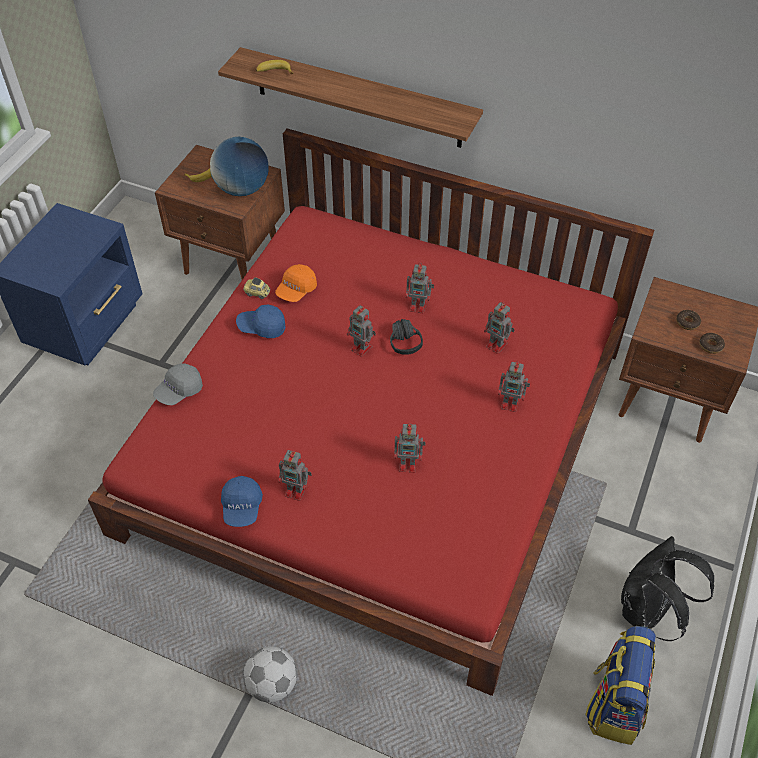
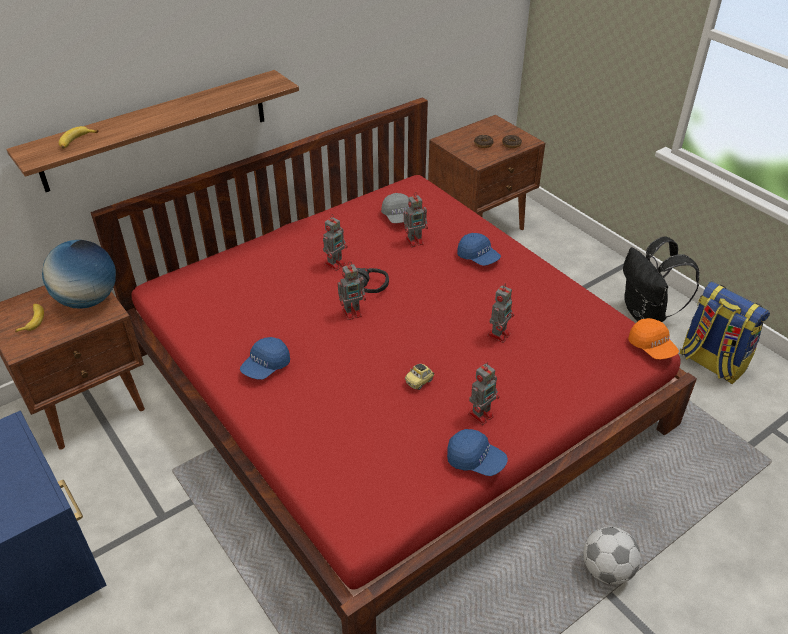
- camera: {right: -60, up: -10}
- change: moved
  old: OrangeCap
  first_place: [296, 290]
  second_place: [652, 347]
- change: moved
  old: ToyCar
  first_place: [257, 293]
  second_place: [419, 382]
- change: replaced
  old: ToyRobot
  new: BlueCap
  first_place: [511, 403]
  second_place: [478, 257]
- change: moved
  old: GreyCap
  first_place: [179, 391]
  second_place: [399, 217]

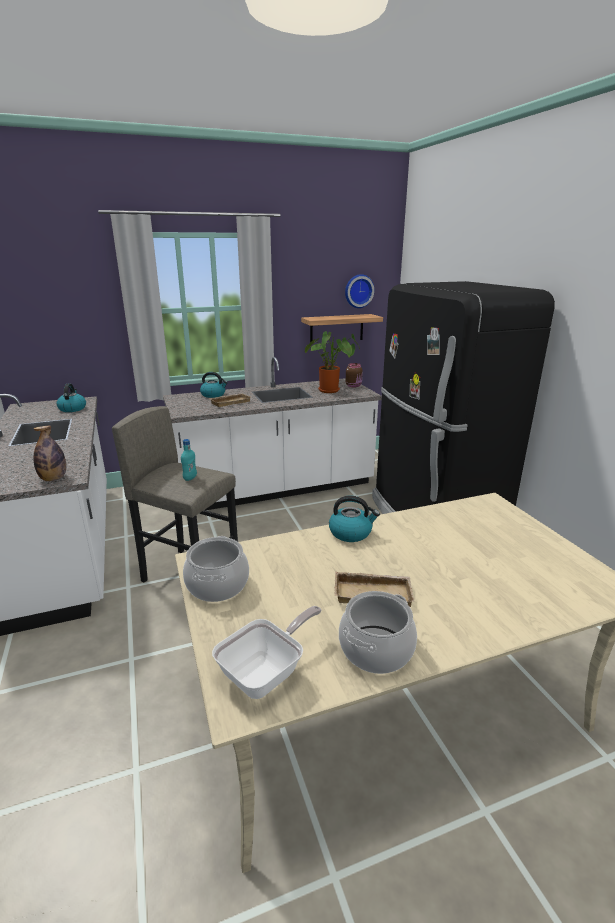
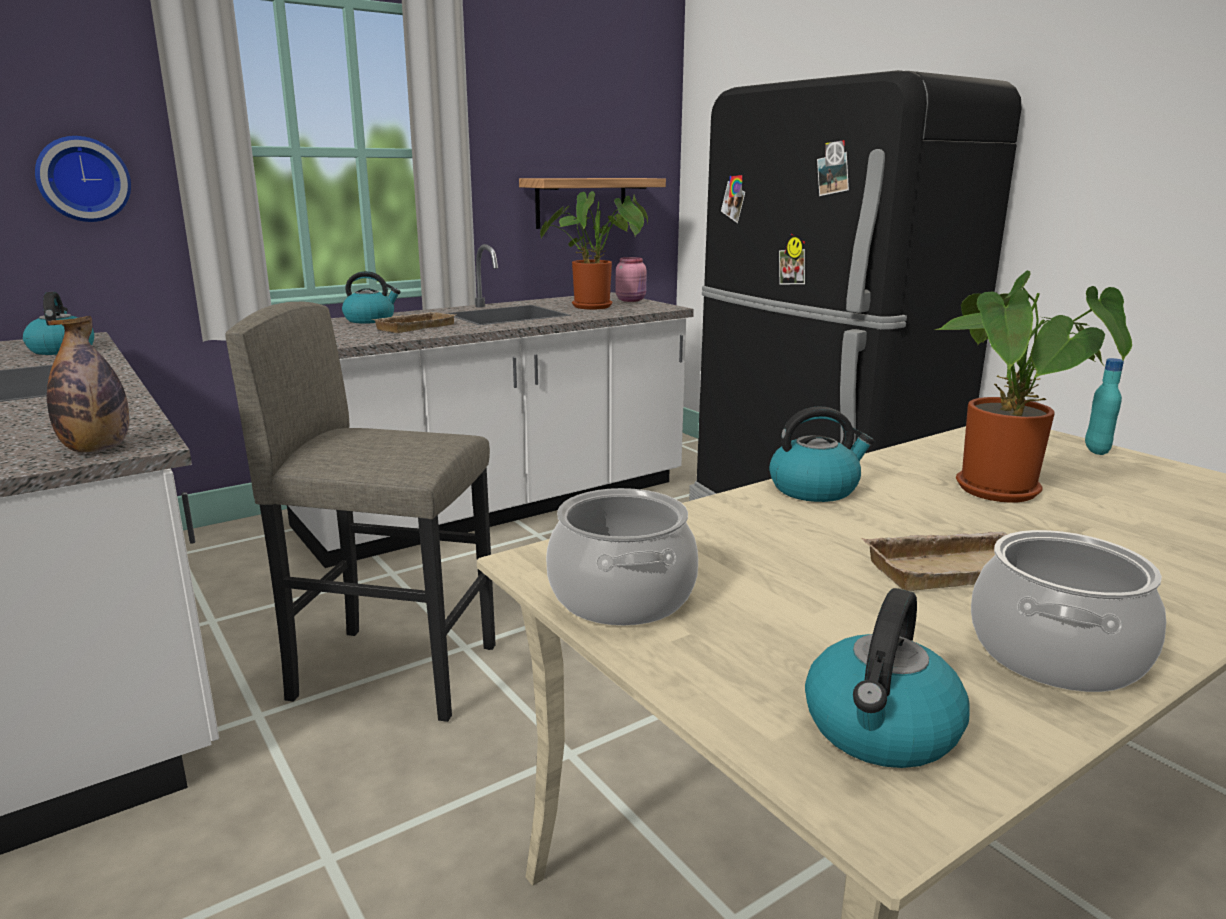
- camera: {right: -15, up: -5}
- change: moved
  old: WallClock
  first_place: [358, 291]
  second_place: [83, 179]
- change: recoloured
  old: BrownJar
  new: PinkJar
  first_place: [354, 386]
  second_place: [631, 300]
- change: moved
  old: TurquoiseBottle
  first_place: [190, 478]
  second_place: [1096, 450]
- change: replaced
  old: FryingPan
  new: Kettle
  first_place: [267, 673]
  second_place: [881, 730]
- change: added
  new: PottedPlant
  second_place: [1004, 493]

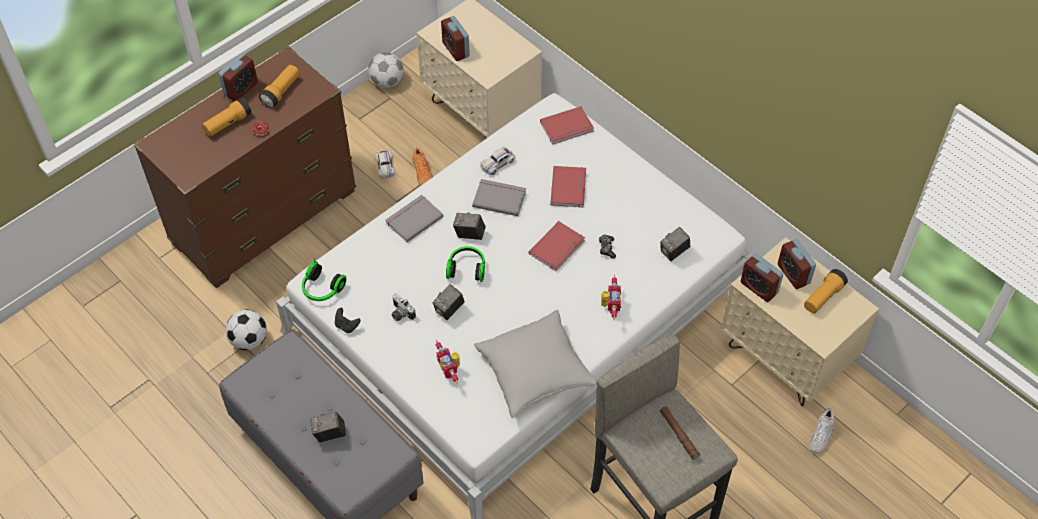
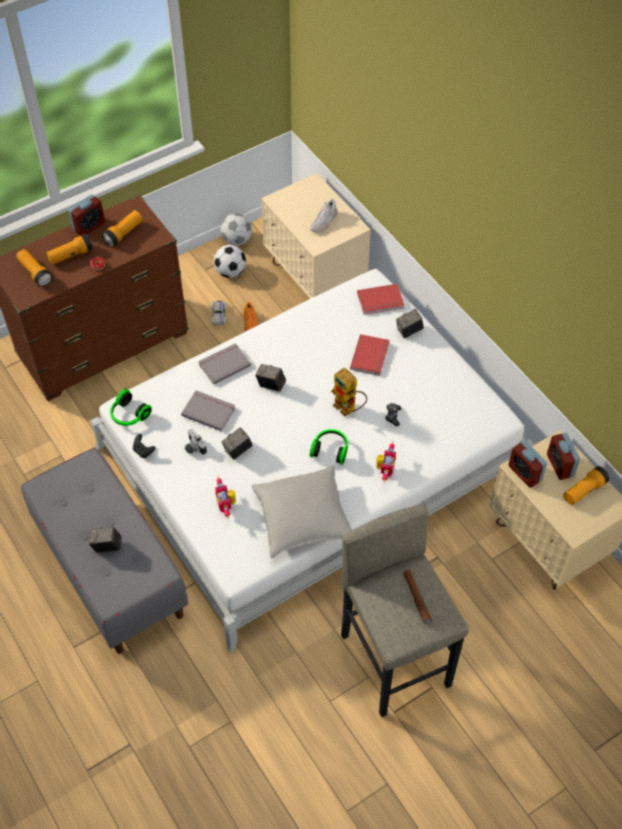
- camera: {right: 10, up: 0}
- change: removed
  old: AlarmClock
  first_place: [456, 49]
- change: removed
  old: WhiteToyCar
  first_place: [498, 163]
- change: moved
  old: GreyBook
  first_place: [499, 197]
  second_place: [209, 410]
- change: replaced
  old: RedBook
  new: ToyRobot
  first_place: [558, 248]
  second_place: [348, 409]
- change: moved
  old: PhotoCamera
  first_place: [674, 252]
  second_place: [409, 331]
- change: moved
  old: Headphones
  first_place: [467, 268]
  second_place: [330, 450]
- change: moved
  old: Football
  first_place: [249, 340]
  second_place: [230, 272]
- change: moved
  old: WhiteShoe
  first_place: [821, 435]
  second_place: [324, 222]
- change: added
  new: Flashlight
  second_place: [35, 273]

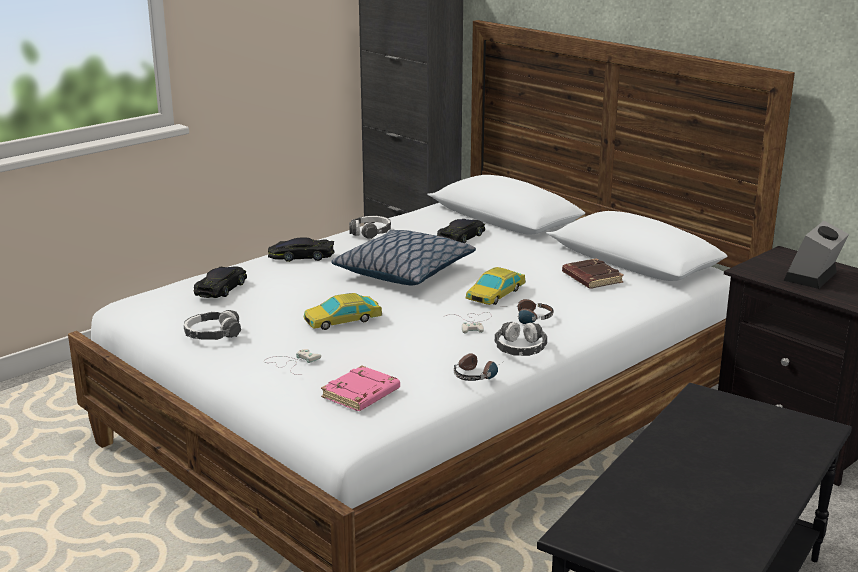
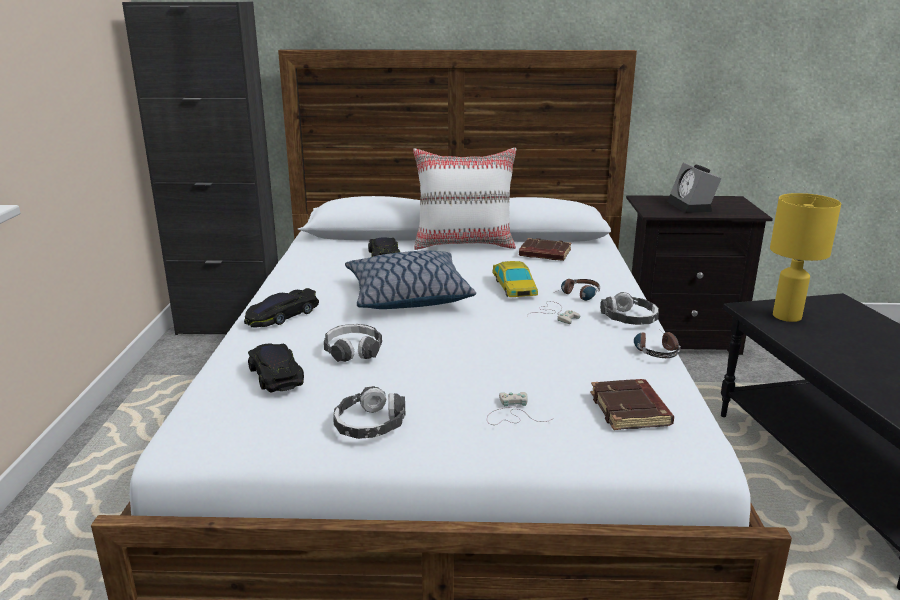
- camera: {right: -45, up: 0}
- change: moved
  old: Headphones
  first_place: [370, 232]
  second_place: [353, 350]
- change: removed
  old: ToyCar
  first_place: [343, 320]
- change: recoloured
  old: PinkBook
  new: BrownBook
  first_place: [361, 395]
  second_place: [631, 410]
- change: added
  new: WhitePillow
  second_place: [464, 244]
- change: added
  new: YellowTableLamp
  second_place: [787, 317]

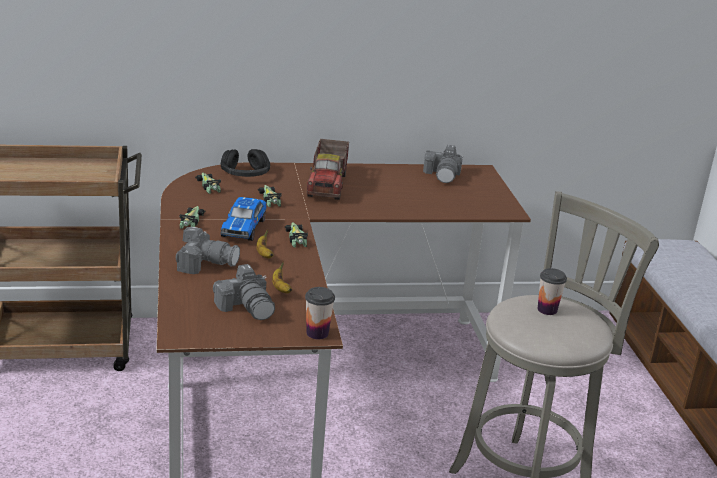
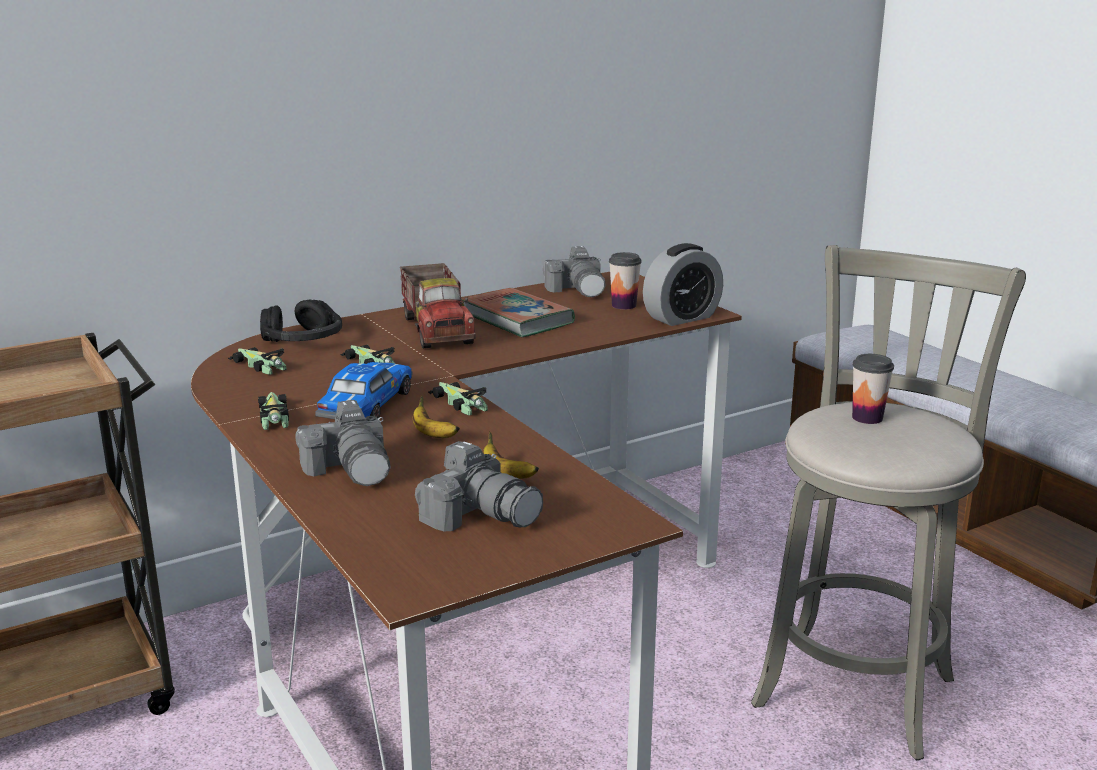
- camera: {right: -20, up: -5}
- change: turned
  old: ToyCar
  first_place: [244, 227]
  second_place: [366, 406]
  degrees: -150
- change: turned
  old: PhotoCamera
  first_place: [205, 263]
  second_place: [351, 468]
  degrees: 75
- change: moved
  old: Cup
  first_place: [317, 333]
  second_place: [624, 305]
- change: added
  new: AlarmClock
  second_place: [681, 318]
- change: added
  new: Book
  second_place: [517, 319]

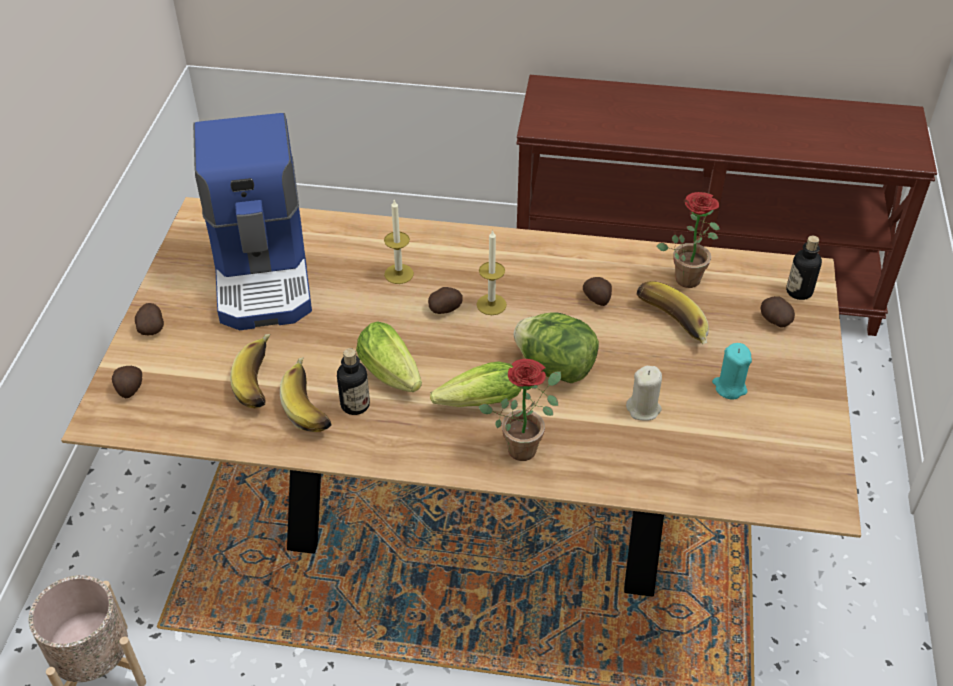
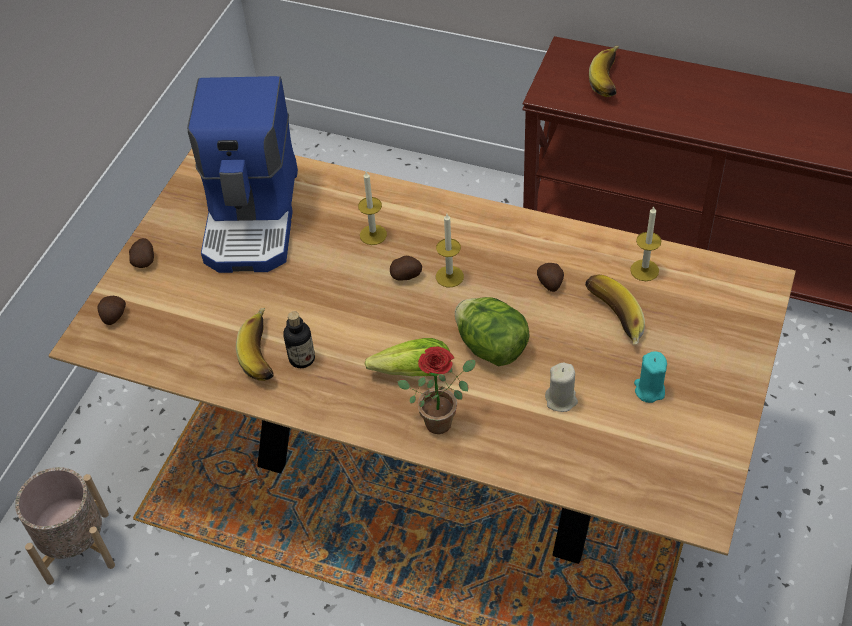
- camera: {right: 15, up: 5}
- change: replaced
  old: PottedPlant
  new: Candle
  first_place: [687, 275]
  second_place: [644, 270]
- change: removed
  old: Bottle
  first_place: [799, 291]
- change: removed
  old: Potato
  first_place: [774, 320]
- change: removed
  old: Lettuce
  first_place: [392, 375]
- change: moved
  old: Banana
  first_place: [262, 382]
  second_place: [611, 80]

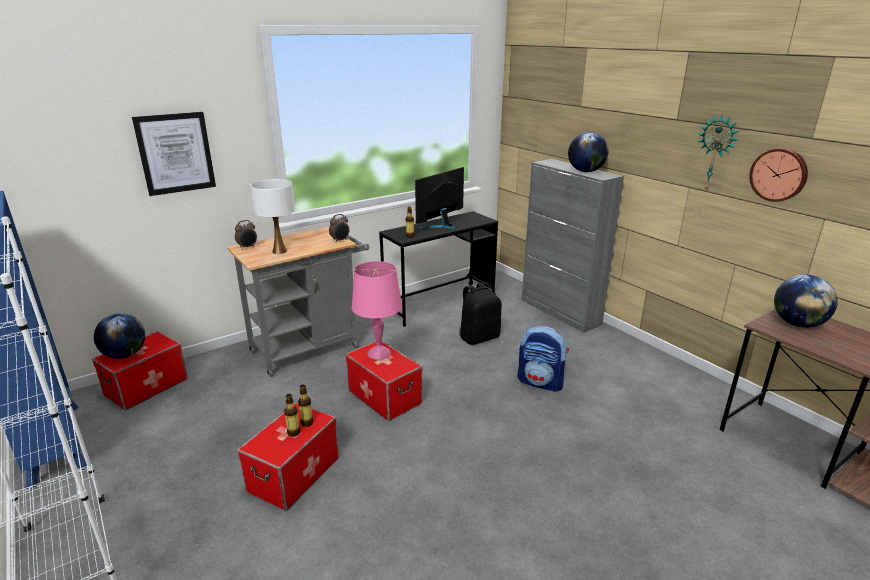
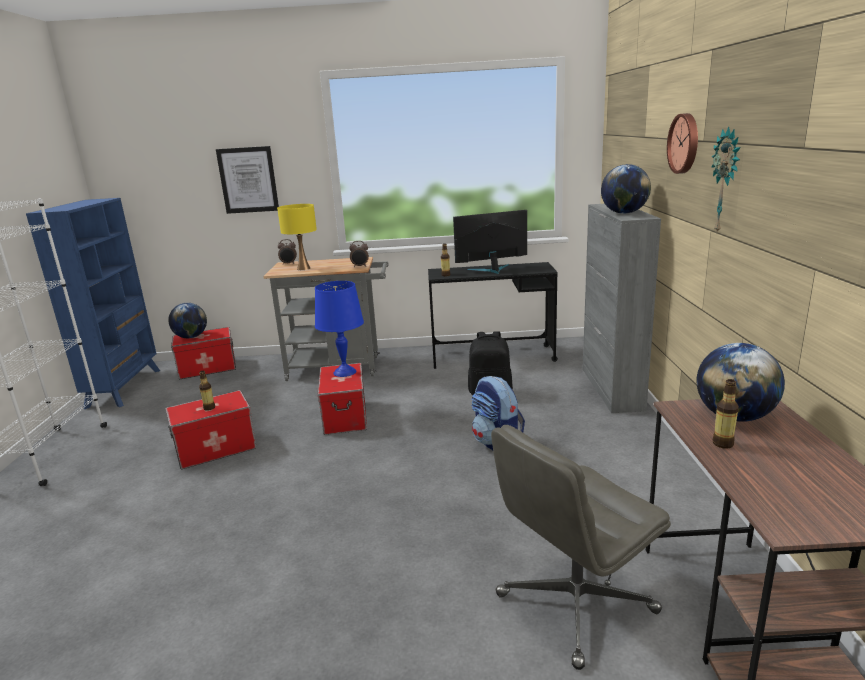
- camera: {right: 35, up: -5}
- change: moved
  old: WallClock
  first_place: [779, 174]
  second_place: [685, 143]
- change: recoloured
  old: WhiteTableLamp
  new: YellowTableLamp
  first_place: [279, 251]
  second_place: [303, 268]
- change: recoloured
  old: PinkTableLamp
  new: BlueTableLamp
  first_place: [379, 353]
  second_place: [345, 372]
- change: moved
  old: Bottle
  first_place: [307, 423]
  second_place: [722, 444]
- change: added
  new: GreyOfficeChair
  second_place: [574, 605]

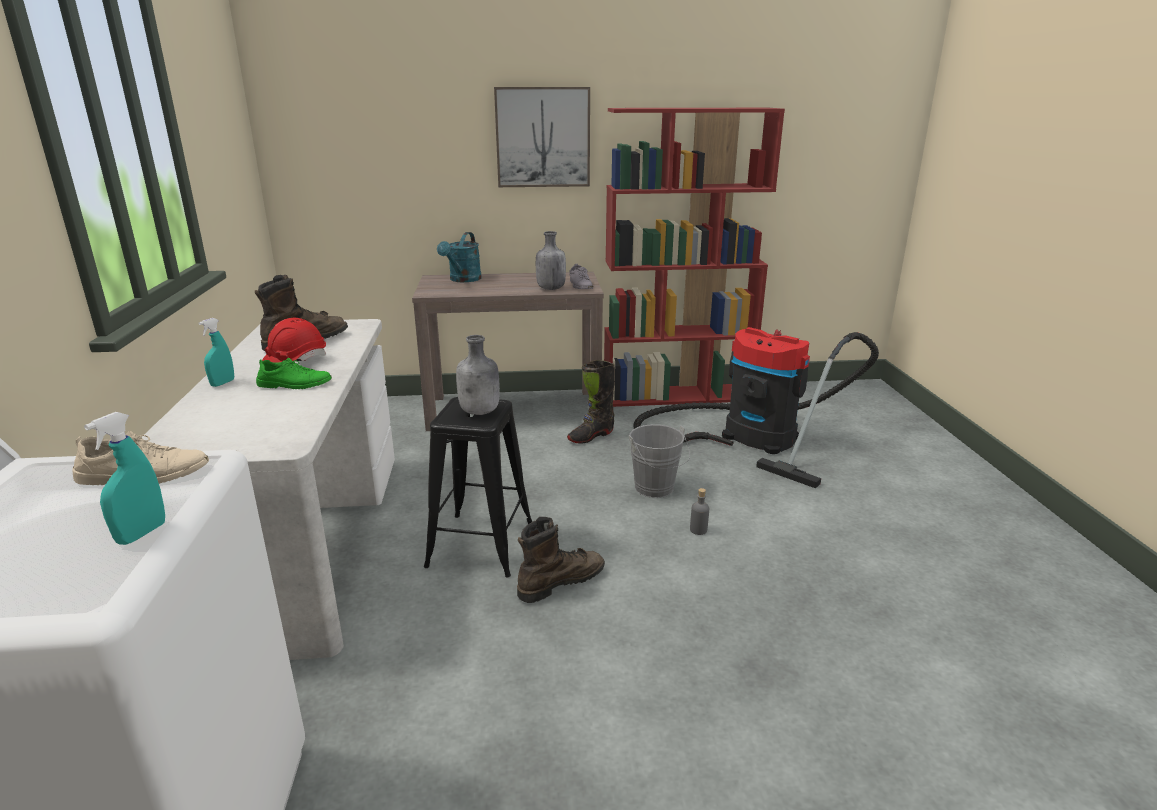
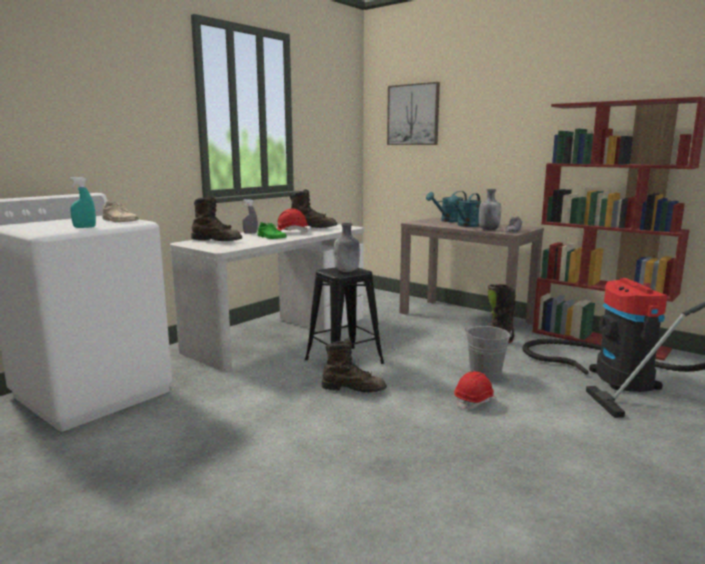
- camera: {right: 45, up: -10}
- change: moved
  old: Picture
  first_place: [543, 137]
  second_place: [413, 115]
- change: recoloured
  old: TurquoiseSprayBottle
  new: GreySprayBottle
  first_place: [222, 383]
  second_place: [250, 233]
- change: replaced
  old: GreyBottle
  new: RedHardHat
  first_place: [698, 530]
  second_place: [475, 401]
- change: added
  new: TurquoiseWateringCan
  second_place: [466, 226]
- change: added
  new: BrownBoot
  second_place: [217, 241]

